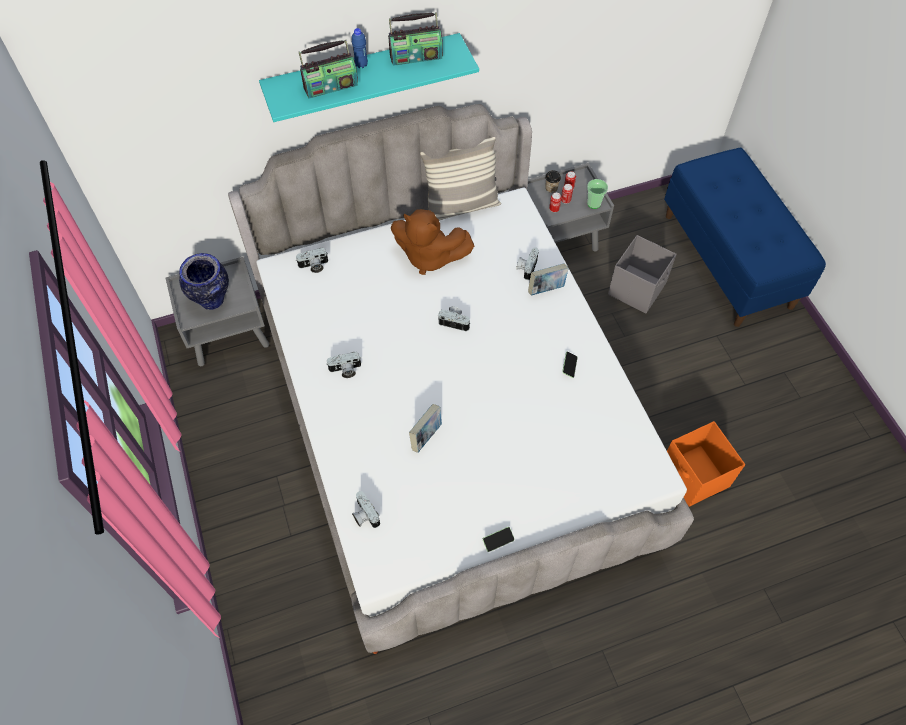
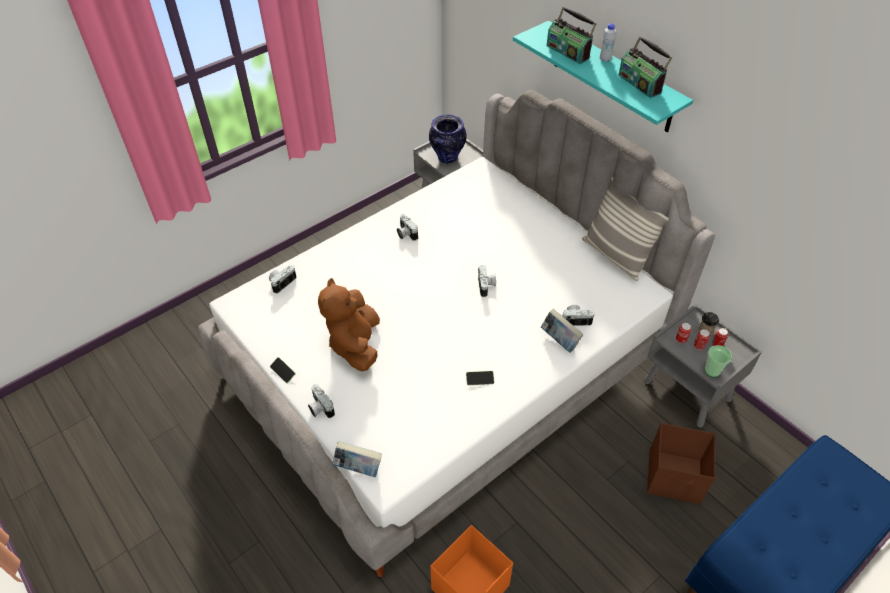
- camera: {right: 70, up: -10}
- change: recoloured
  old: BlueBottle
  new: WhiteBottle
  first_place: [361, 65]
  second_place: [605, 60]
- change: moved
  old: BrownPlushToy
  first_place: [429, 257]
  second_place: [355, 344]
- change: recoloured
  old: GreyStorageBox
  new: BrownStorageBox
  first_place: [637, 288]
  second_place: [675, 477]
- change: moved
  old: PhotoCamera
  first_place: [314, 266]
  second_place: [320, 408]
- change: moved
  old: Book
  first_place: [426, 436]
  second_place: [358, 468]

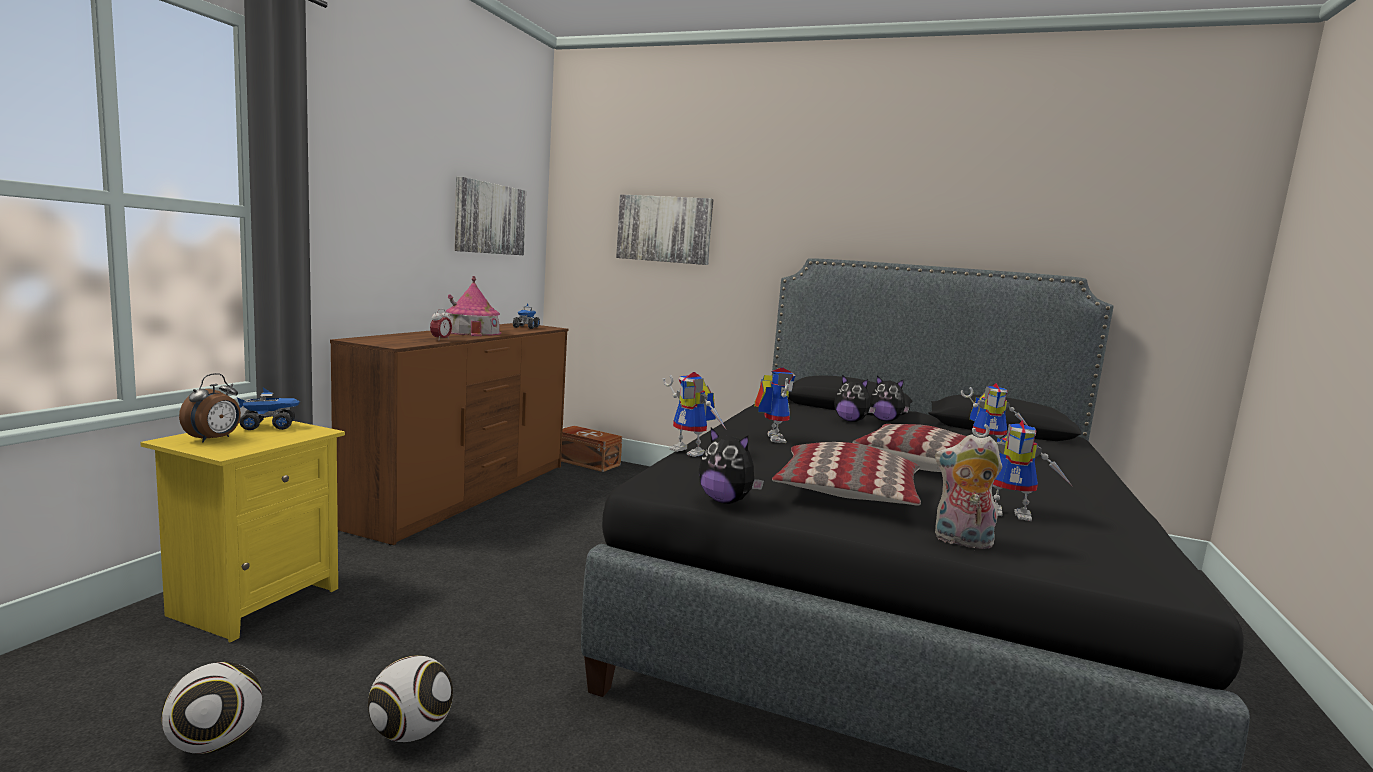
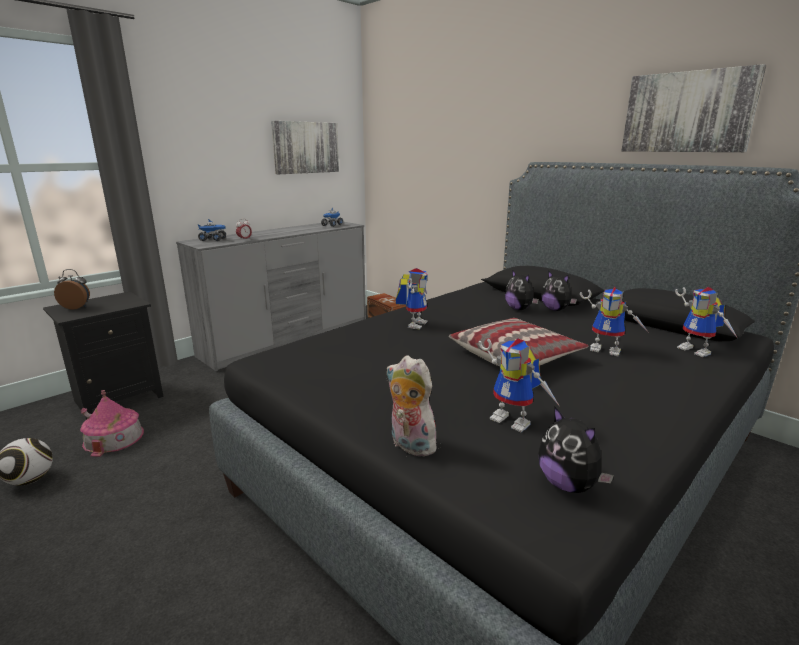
- camera: {right: 25, up: 10}
- change: moved
  old: Picture
  first_place: [664, 229]
  second_place: [687, 112]
- change: moved
  old: ToyHouse
  first_place: [472, 332]
  second_place: [114, 438]
- change: recoloured
  old: BrownDresser
  new: GreyDresser
  first_place: [466, 494]
  second_place: [288, 339]
- change: moved
  old: ToyRobot
  first_place: [692, 451]
  second_place: [698, 351]
- change: turned
  old: AlarmClock
  first_place: [214, 439]
  second_place: [77, 307]
  degrees: -135
- change: moved
  old: ToyTruck
  first_place: [269, 426]
  second_place: [213, 239]
- change: recoloured
  old: YellowNightstand
  new: BlackNightstand
  first_place: [253, 601]
  second_place: [118, 398]
- change: moved
  old: PlushToy
  first_place: [725, 501]
  second_place: [568, 484]
- change: removed
  old: Pillow
  first_place: [847, 494]
- change: removed
  old: Football
  first_place: [410, 732]

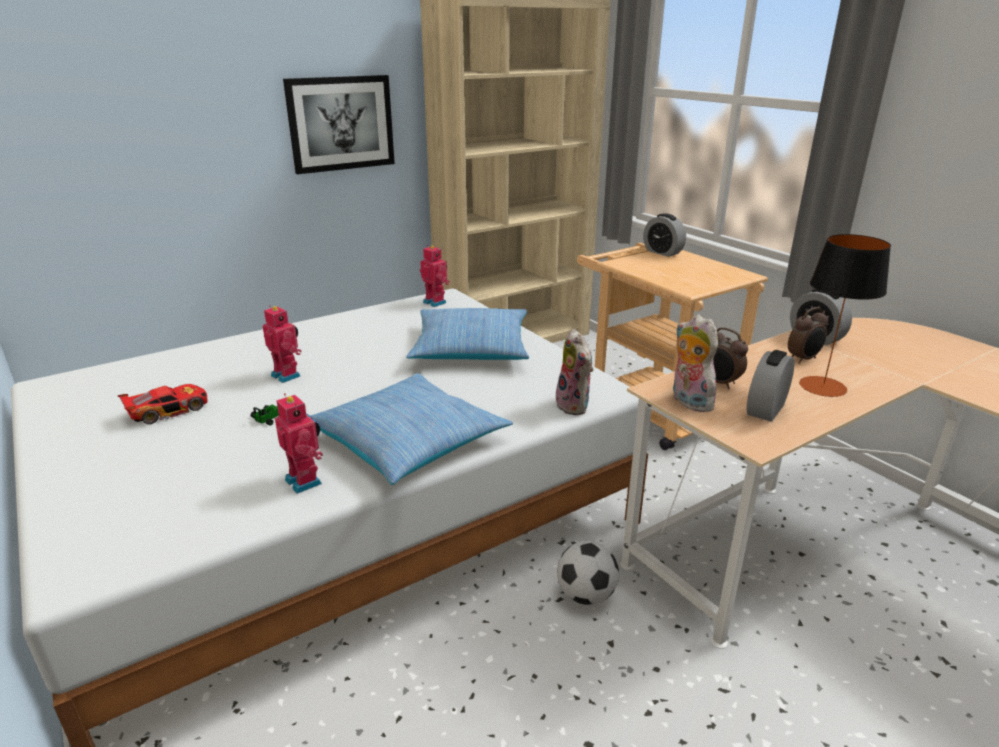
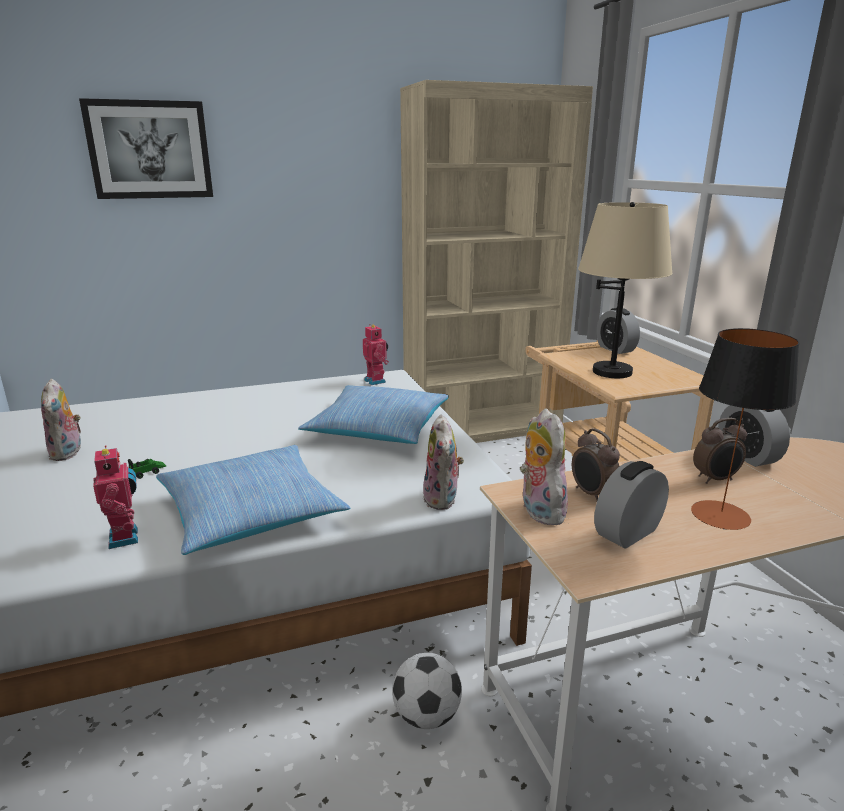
- camera: {right: 15, up: -5}
- change: moved
  old: Picture
  first_place: [341, 123]
  second_place: [150, 150]
- change: removed
  old: ToyRobot
  first_place: [287, 375]
- change: replaced
  old: ToyCar
  new: PlushToy
  first_place: [168, 410]
  second_place: [68, 453]
- change: added
  new: BeigeTableLamp
  second_place: [612, 372]

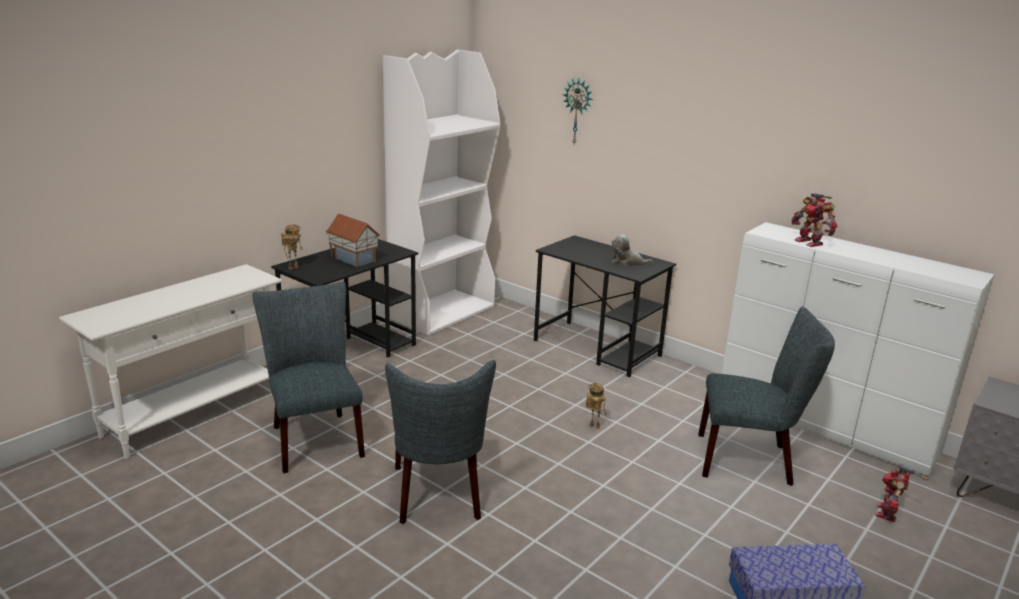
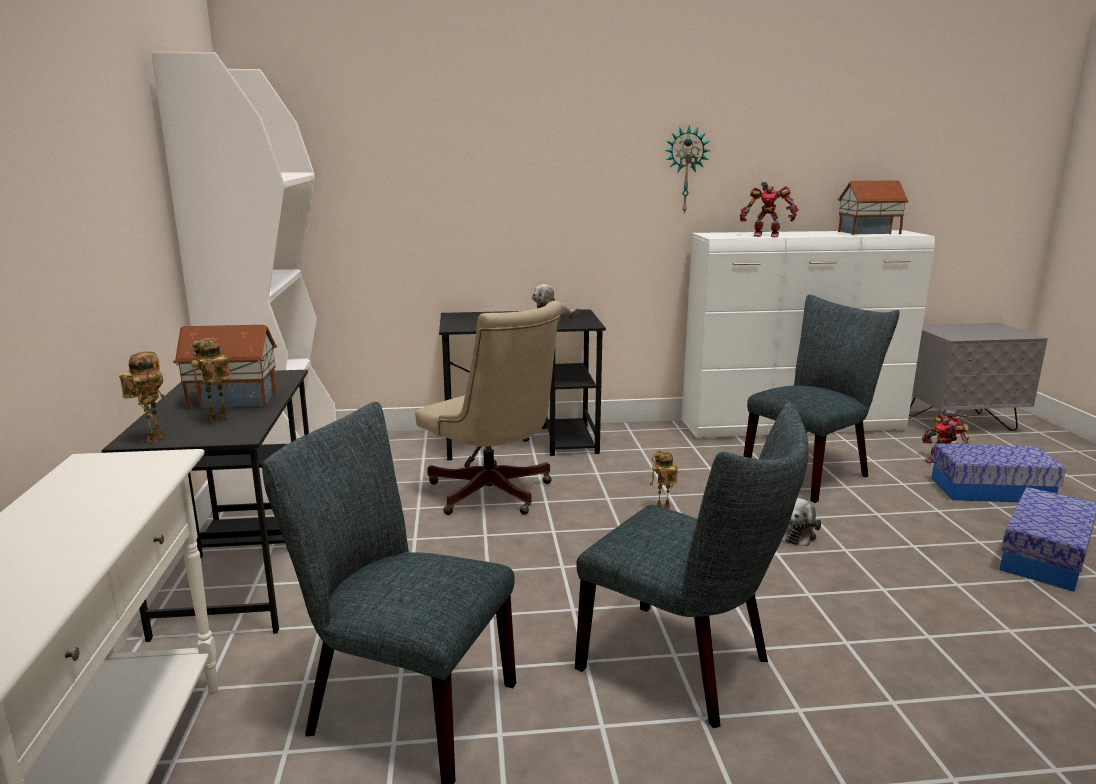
- camera: {right: -45, up: -5}
- change: moved
  old: WallClock
  first_place: [578, 111]
  second_place: [685, 170]
- change: added
  new: ToyHouse
  second_place: [869, 233]
- change: added
  new: BeigeOfficeChair
  second_place: [493, 495]
- change: added
  new: ToyRobot
  second_place: [218, 419]
- change: added
  new: StorageBox
  second_place: [991, 490]
- change: added
  new: PlushToy
  second_place: [795, 534]

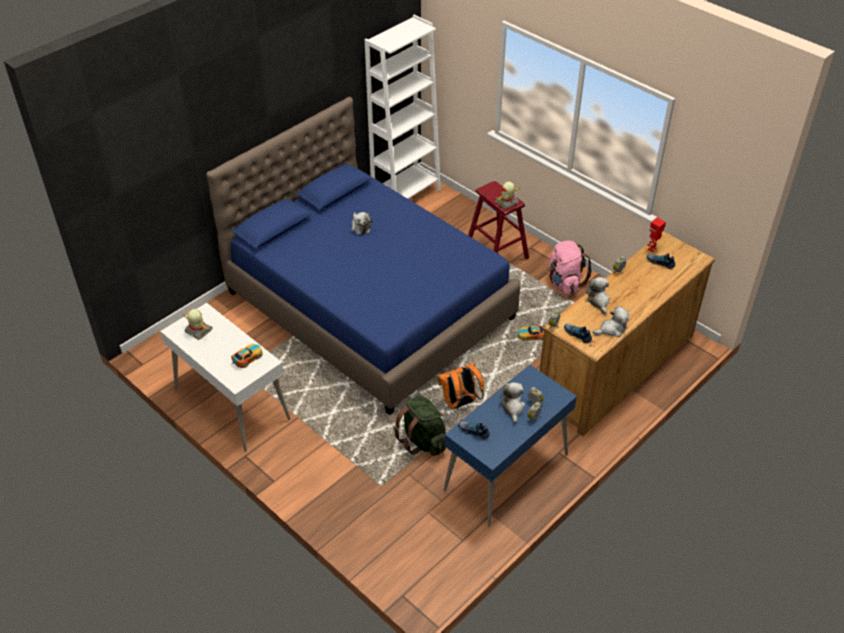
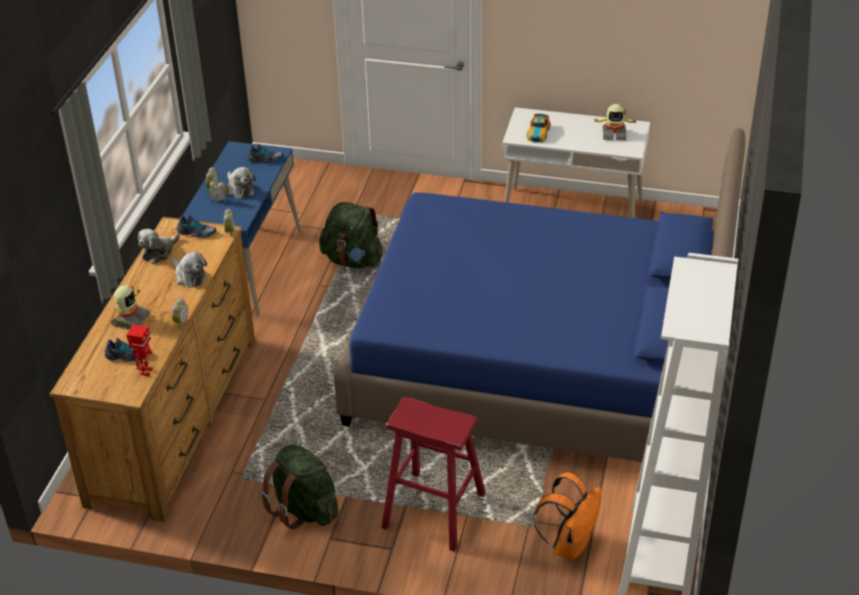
- camera: {right: 150, up: -5}
- change: moved
  old: ToyRobot
  first_place: [507, 202]
  second_place: [130, 319]
- change: removed
  old: PlushToy
  first_place: [360, 227]
- change: recoloured
  old: PinkBackpack
  new: GreenBackpack
  first_place: [564, 283]
  second_place: [304, 509]
- change: removed
  old: ToyCar
  first_place: [531, 335]
- change: moved
  old: OrangeBackpack
  first_place: [460, 403]
  second_place: [569, 544]

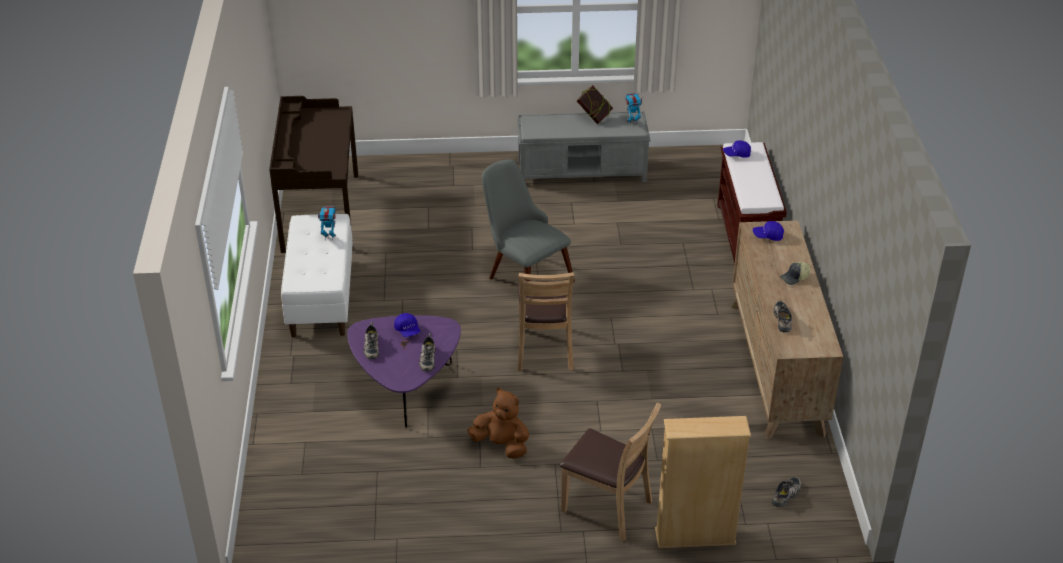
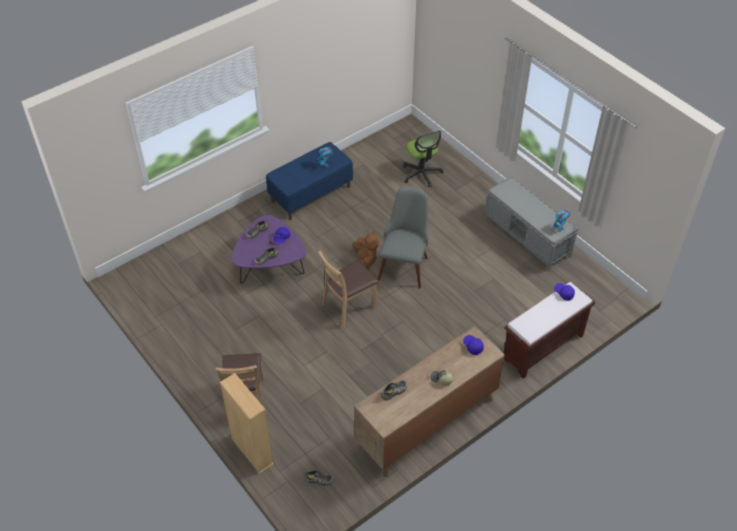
- camera: {right: 55, up: 10}
- change: removed
  old: Book
  first_place: [594, 117]
- change: removed
  old: BrownDesk
  first_place: [319, 212]
- change: recoloured
  old: WhiteBench
  new: BlueBench
  first_place: [321, 297]
  second_place: [311, 194]
- change: moved
  old: BrownPlushToy
  first_place: [501, 444]
  second_place: [365, 260]
- change: added
  new: OfficeChair
  second_place: [421, 174]

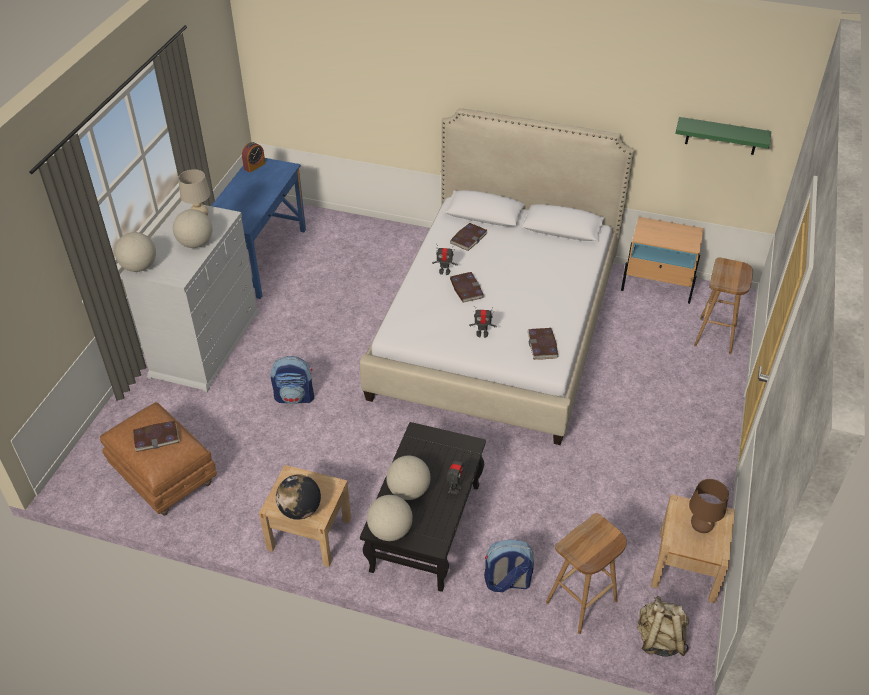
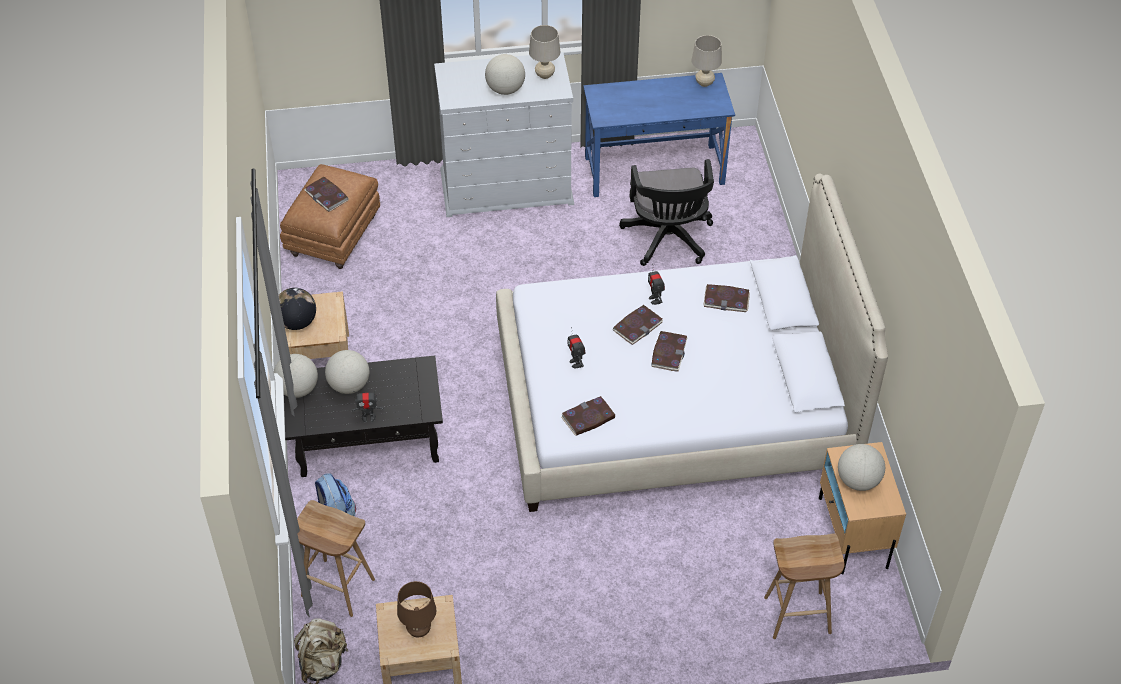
- camera: {right: 65, up: 5}
- change: removed
  old: GreenShelf
  first_place: [721, 136]
- change: replaced
  old: AlarmClock
  new: BeigeTableLamp
  first_place: [254, 166]
  second_place: [704, 83]
- change: moved
  old: Globe
  first_place: [139, 267]
  second_place: [858, 480]
- change: removed
  old: Backpack
  first_place: [295, 397]
- change: added
  new: BlackOfficeChair
  second_place: [668, 240]
- change: added
  new: Book
  second_place: [668, 352]

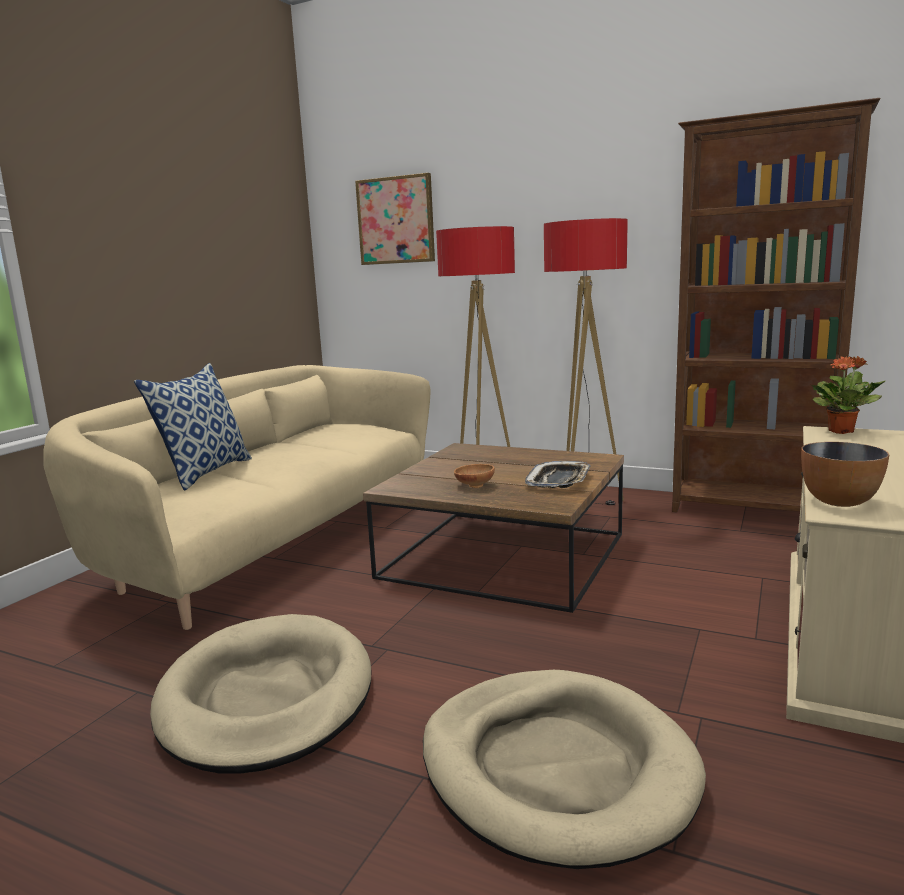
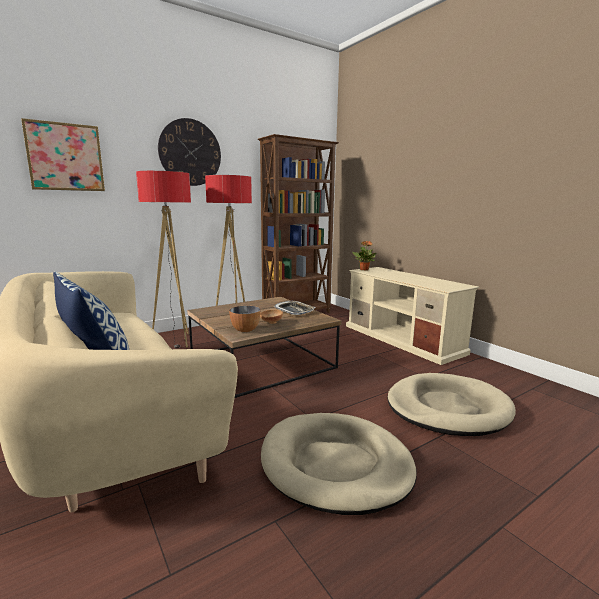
- camera: {right: -60, up: 0}
- change: moved
  old: Bowl
  first_place: [838, 502]
  second_place: [245, 330]
- change: added
  new: WallClock
  second_place: [190, 152]

